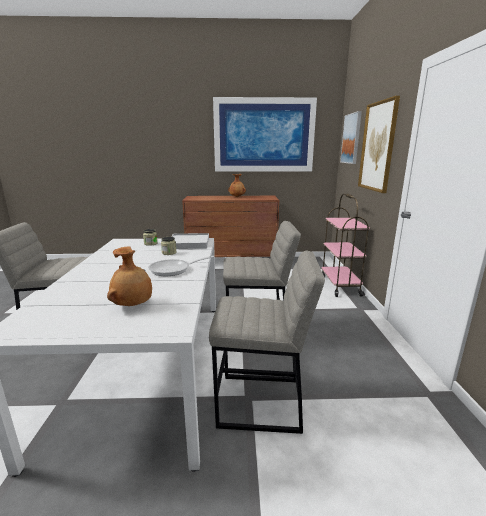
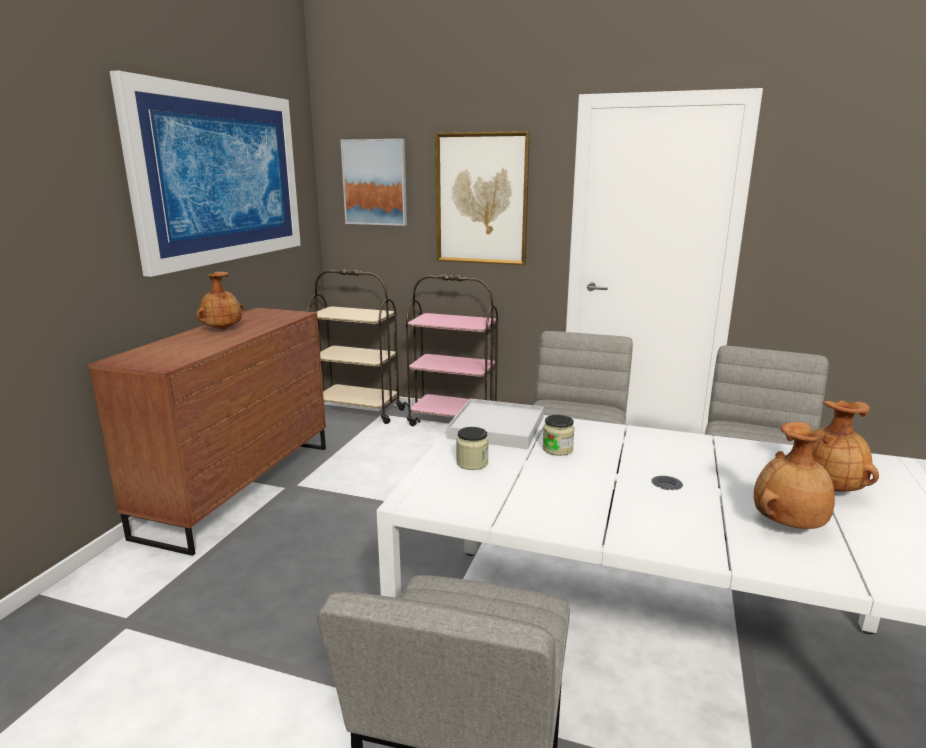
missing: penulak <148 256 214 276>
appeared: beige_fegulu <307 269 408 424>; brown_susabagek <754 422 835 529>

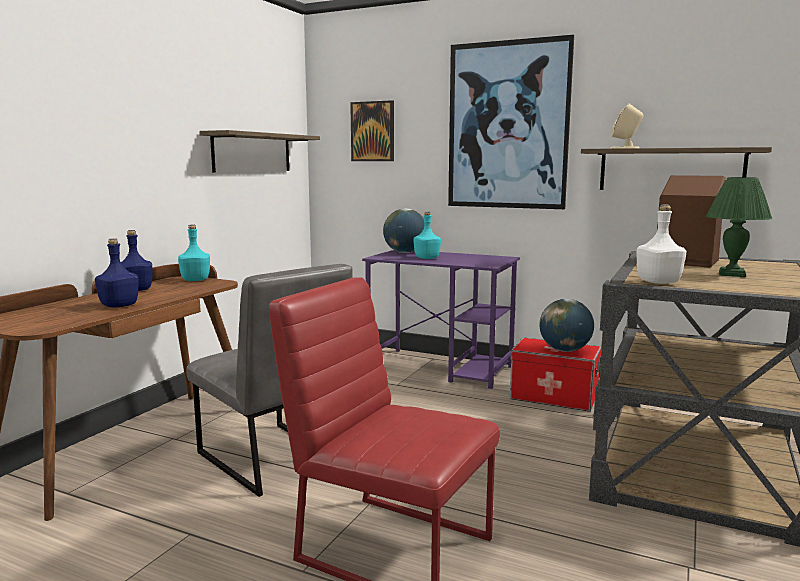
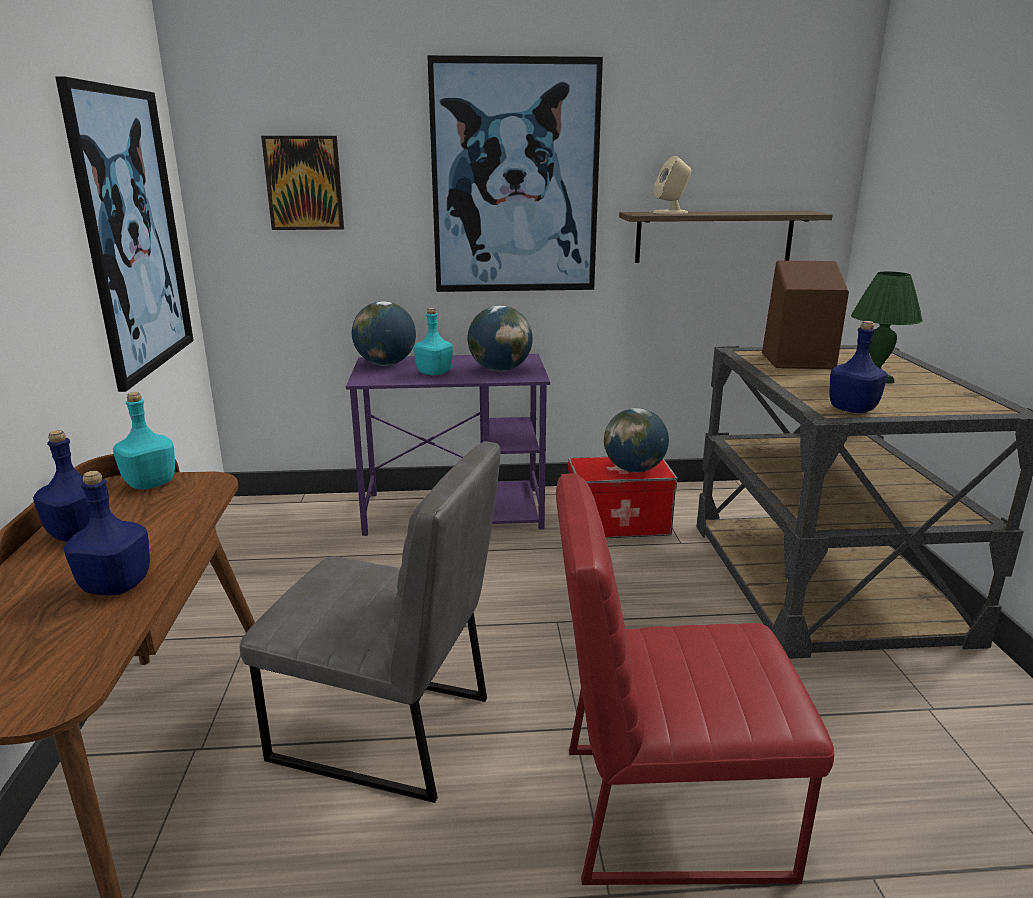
appeared: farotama <468 306 533 371>
exchanged: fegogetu <199 130 320 173> to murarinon <55 76 194 392>
colour: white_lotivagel <636 204 686 284> to blue_lotivagel <829 321 888 413>

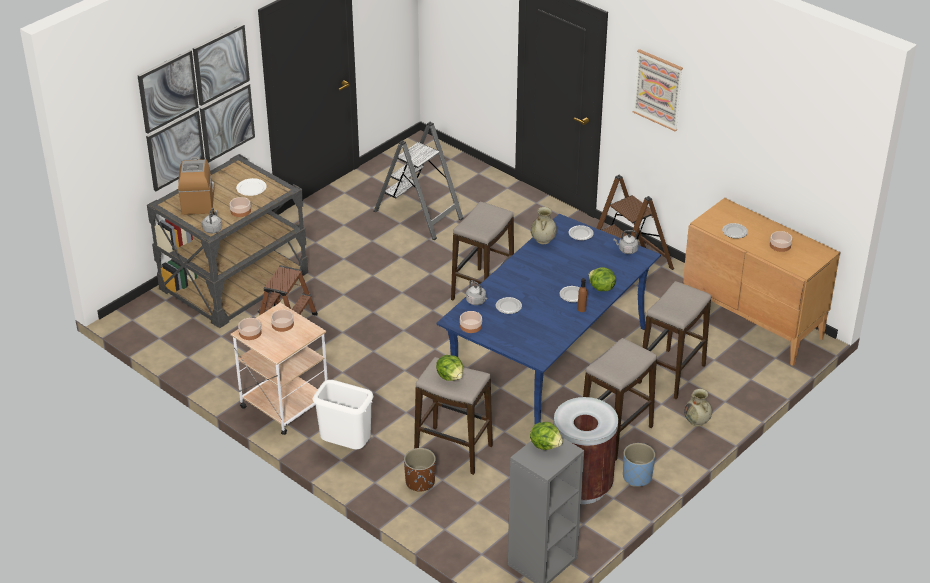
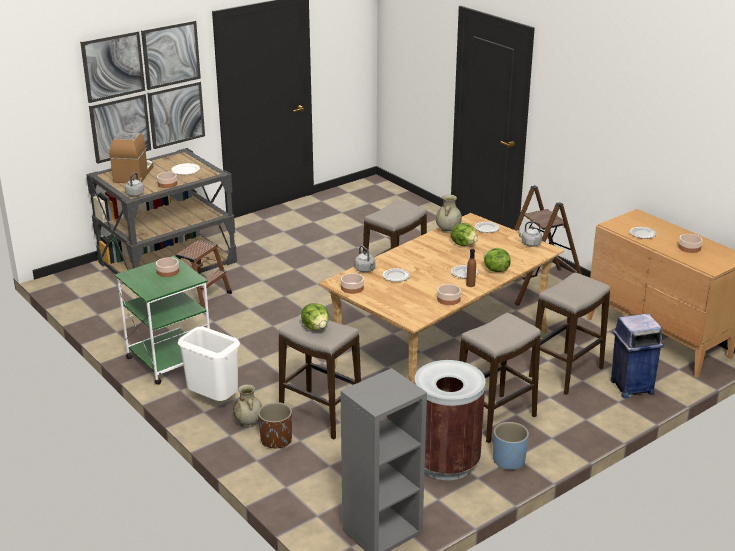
missing: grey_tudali <373 122 464 240>; murarinon <633 49 683 131>
appeared: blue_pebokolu <610 314 663 399>
relocated: beige_susabagek <684 389 712 426> to <233 384 262 427>; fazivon <238 318 261 340> to <437 284 461 305>; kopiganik <530 422 563 450> to <451 223 478 246>
colour: beige_fegulu <231 303 328 435> to green_fegulu <115 255 210 385>; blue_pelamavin <437 214 661 424> to beige_pelamavin <319 213 564 383>

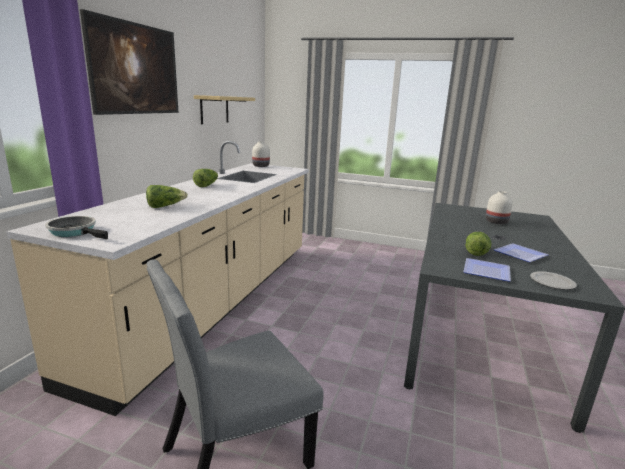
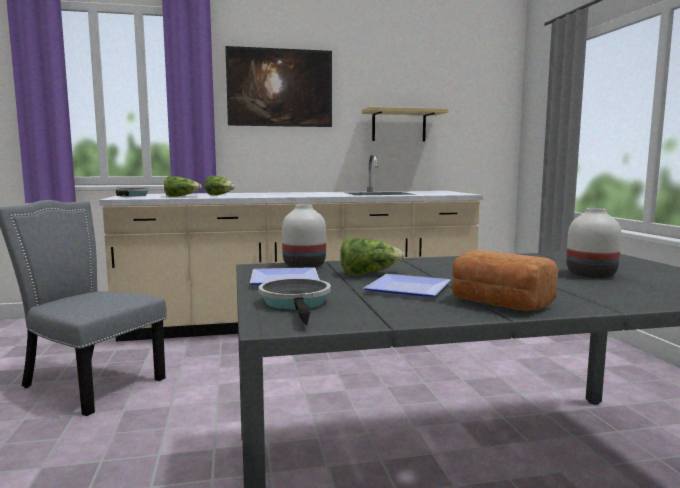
appeared: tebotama <452 250 558 311>
relocated: kopiganik <193 169 218 187> to <164 176 202 197>; white_susabagek <252 141 270 167> to <282 205 326 268>
exchanged: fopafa <530 271 577 290> to penulak <258 278 331 325>

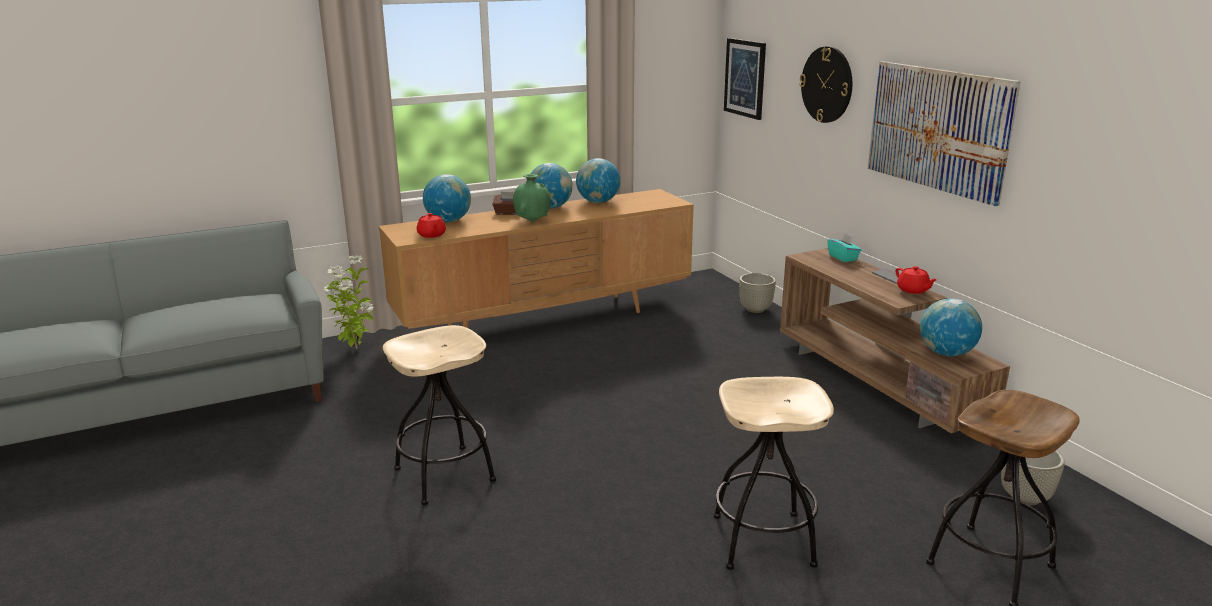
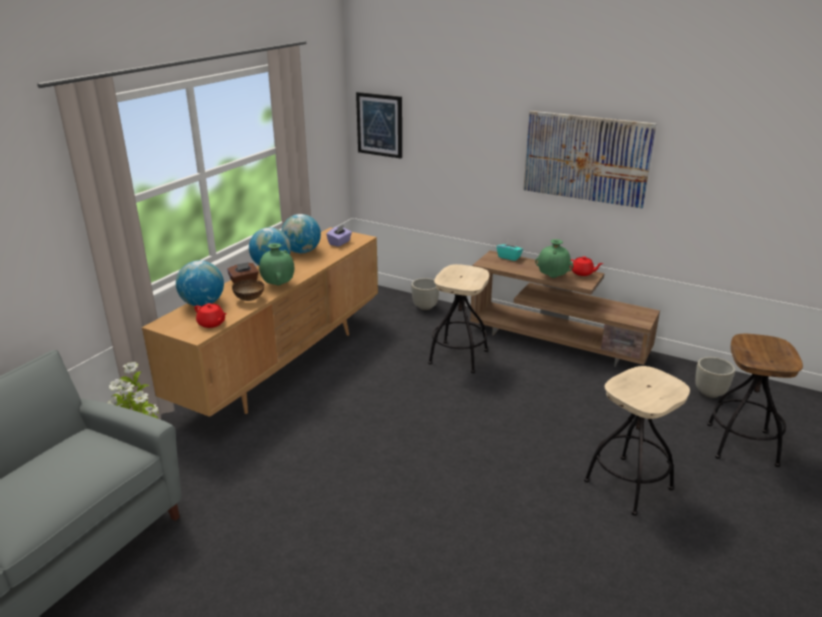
missing: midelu <799 46 852 123>; farotama <920 298 982 356>
appeared: fazivon <232 280 264 301>; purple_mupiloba <326 225 352 247>; green_susabagek <535 239 573 278>
relocated: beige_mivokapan <383 325 496 506> to <428 264 489 374>

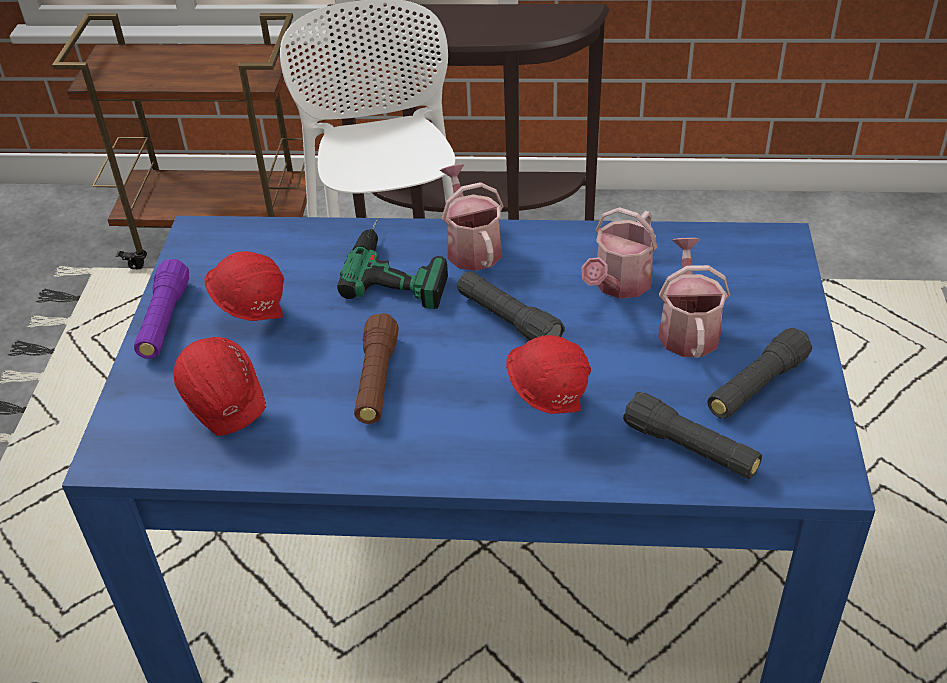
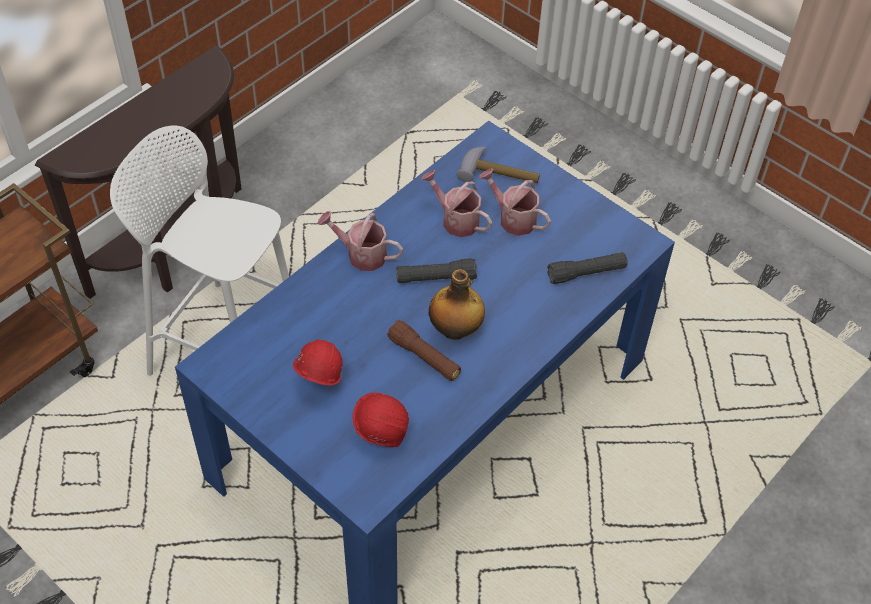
missing: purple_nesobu <134 259 189 359>; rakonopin <337 218 448 309>; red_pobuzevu <506 335 591 414>; black_nesobu <707 328 812 419>
appeared: lotivagel <428 269 485 340>; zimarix <457 147 540 183>
spun: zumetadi <581 207 657 299> = <421 170 492 237> 150 degrees clockwise

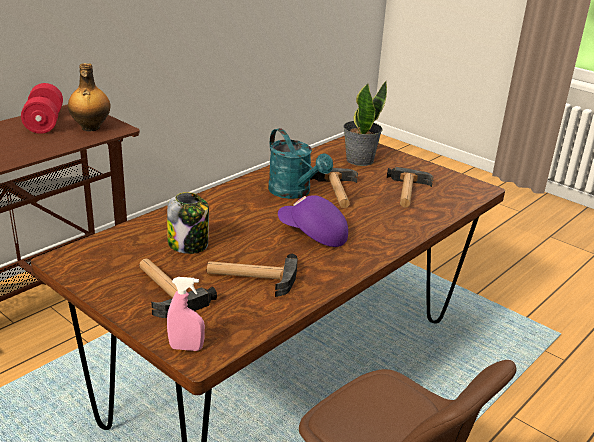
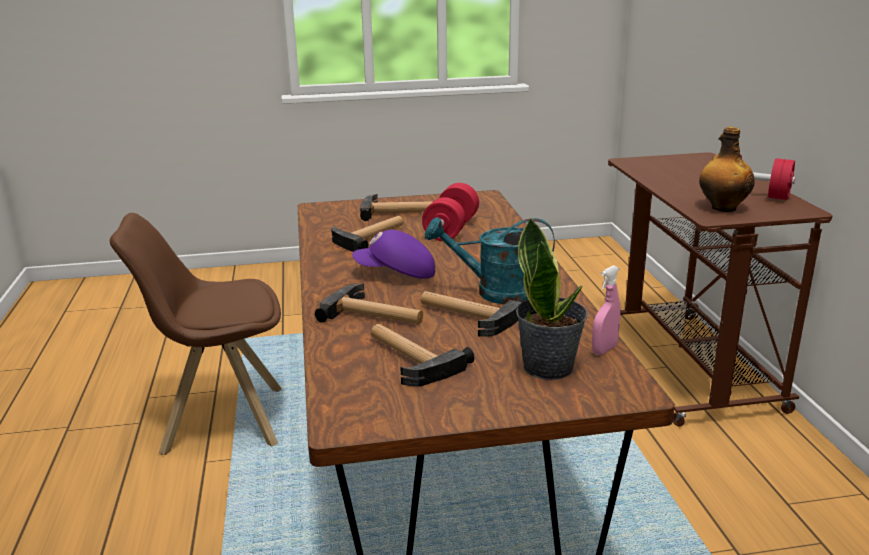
appeared: zimarix <315 284 423 324>
relocated: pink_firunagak <167 277 205 351> to <592 265 621 355>
exchanged: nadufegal <167 192 209 254> to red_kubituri <422 183 479 241>
spun: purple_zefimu <278 195 348 247> = <352 230 435 279> 150 degrees counterclockwise

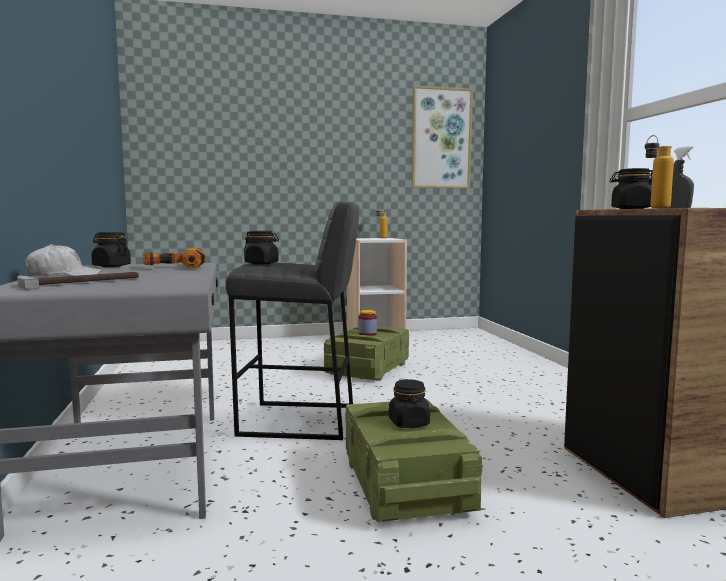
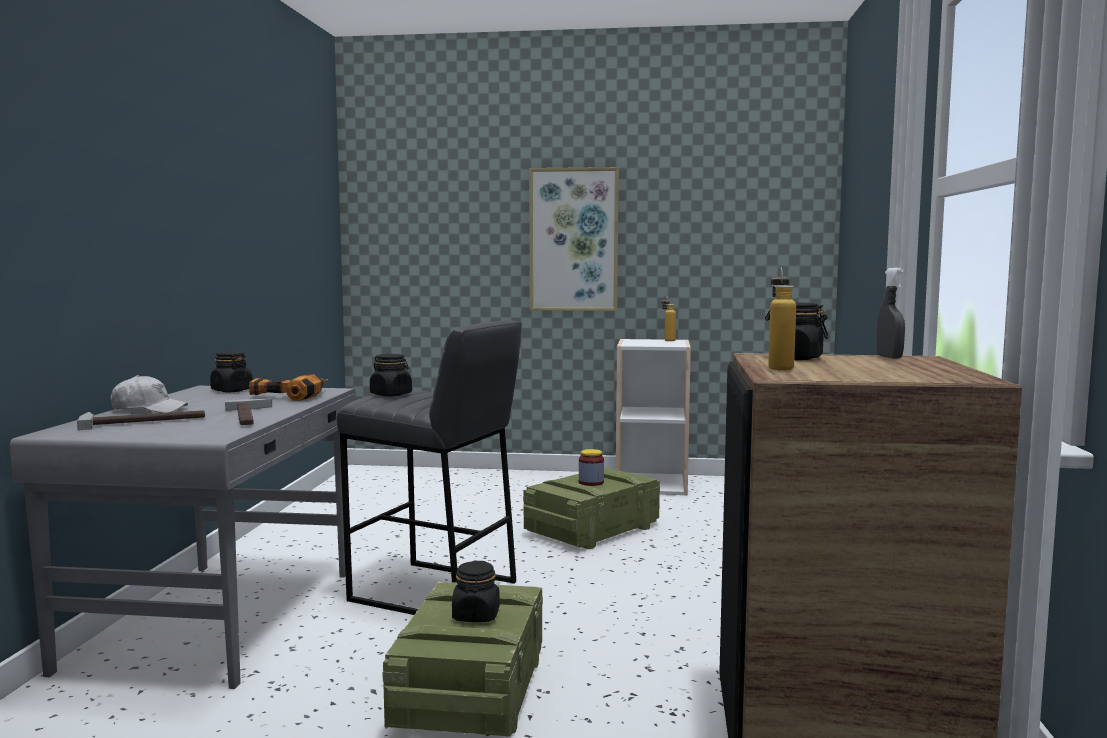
appeared: zimarix <225 399 272 425>
relocated: murarinon <412 86 473 188> to <529 167 619 311>

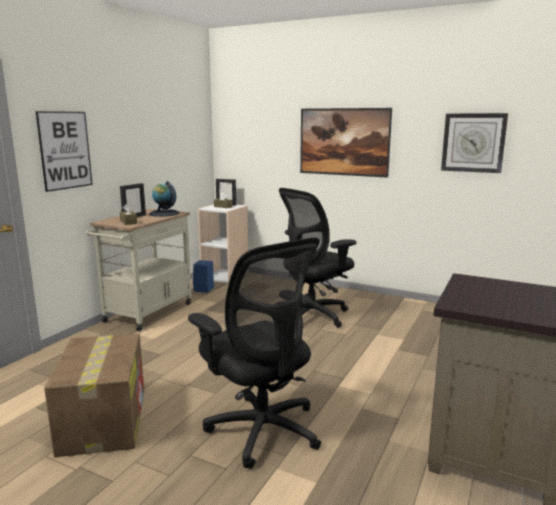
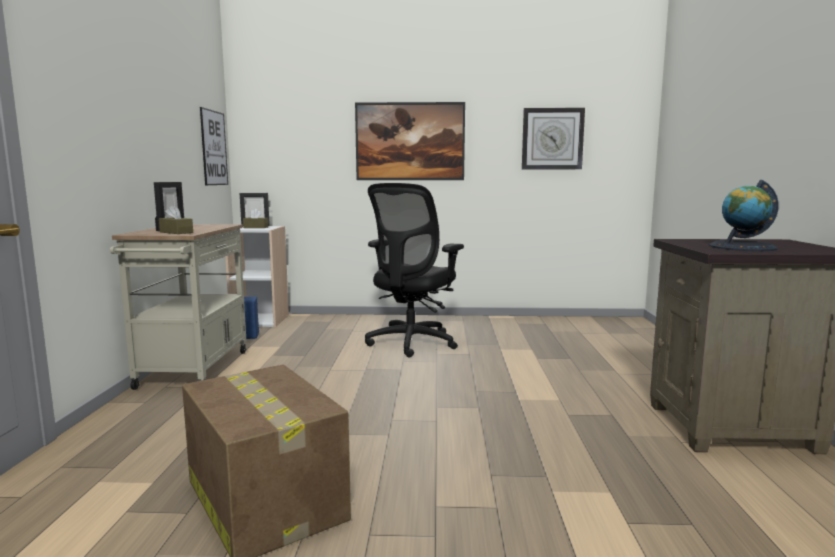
missing: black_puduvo <188 237 321 469>
relocated: murarinon <36 111 93 192> to <200 107 228 185>; farotama <149 181 179 217> to <709 180 779 251>

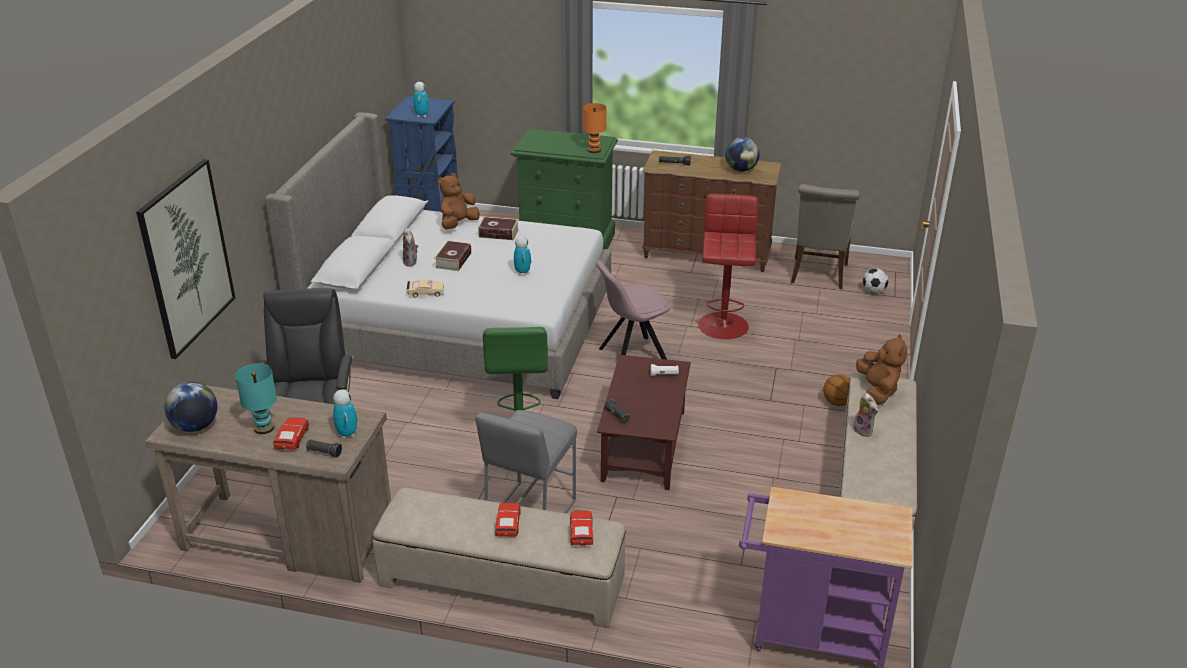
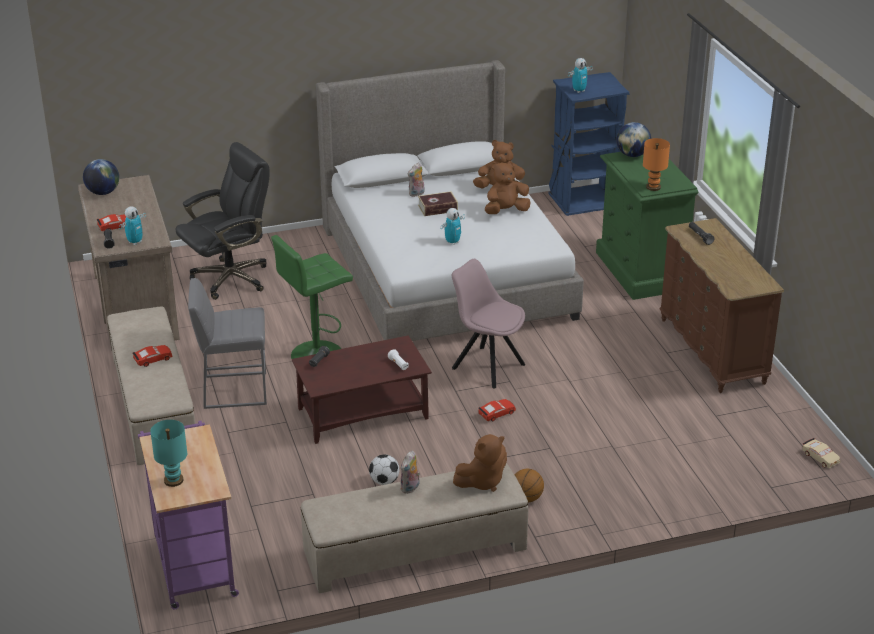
missing: murarinon <136 159 235 359>; red_mivokapan <698 194 759 339>; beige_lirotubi <791 184 860 289>
relocated: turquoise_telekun <235 363 277 434> to <150 420 187 487>; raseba <863 268 889 294> to <369 455 400 485>; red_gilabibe <570 510 593 545> to <478 399 516 421>; farotama <725 137 760 172> to <616 122 651 157>; beige_gilabibe <407 279 444 298> to <802 438 840 468>
exchanged: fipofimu <478 217 519 240> to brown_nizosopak <485 161 531 214>

